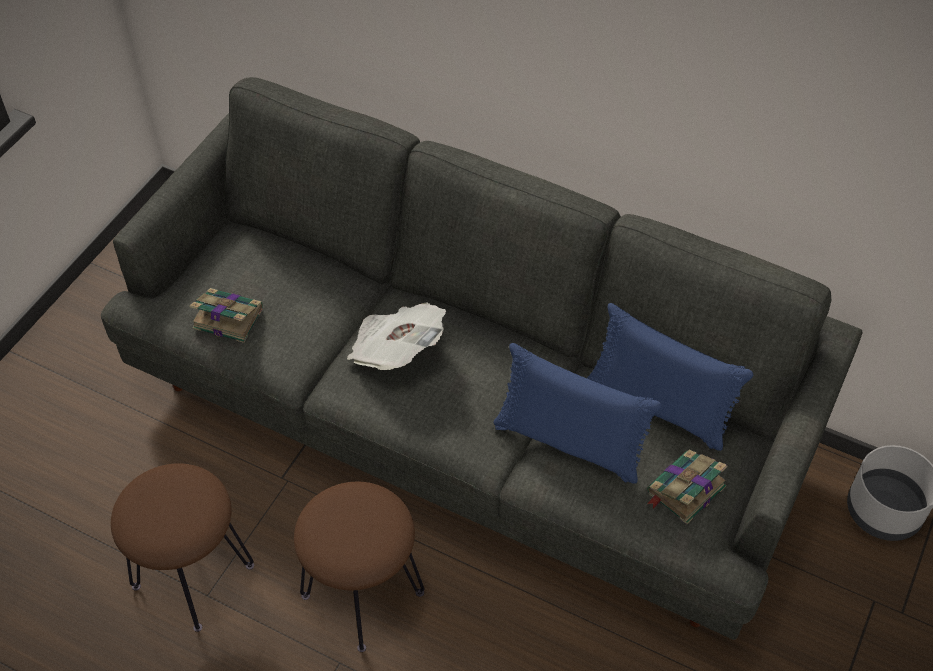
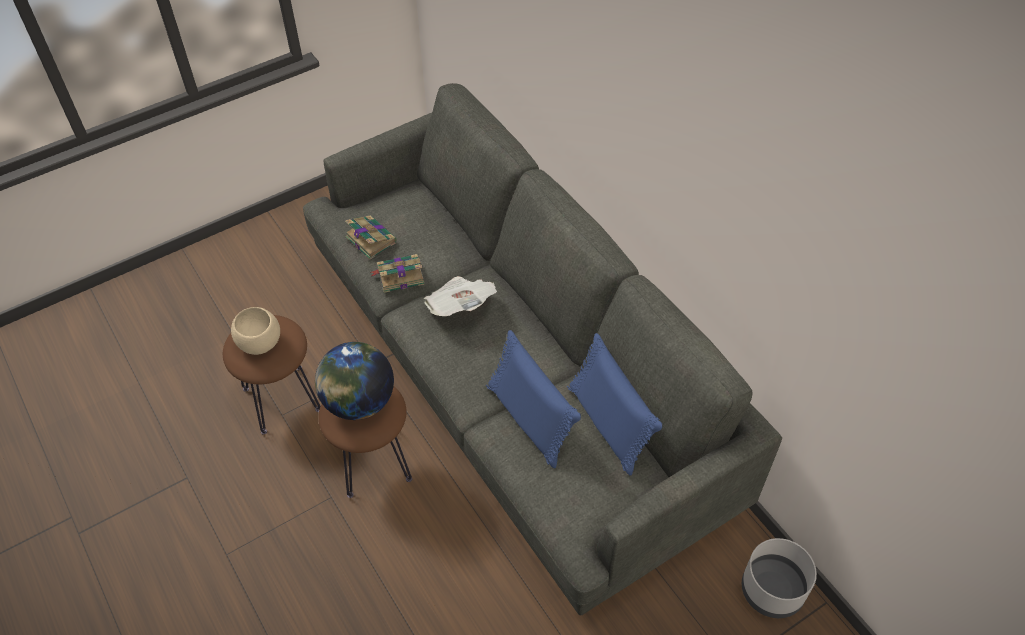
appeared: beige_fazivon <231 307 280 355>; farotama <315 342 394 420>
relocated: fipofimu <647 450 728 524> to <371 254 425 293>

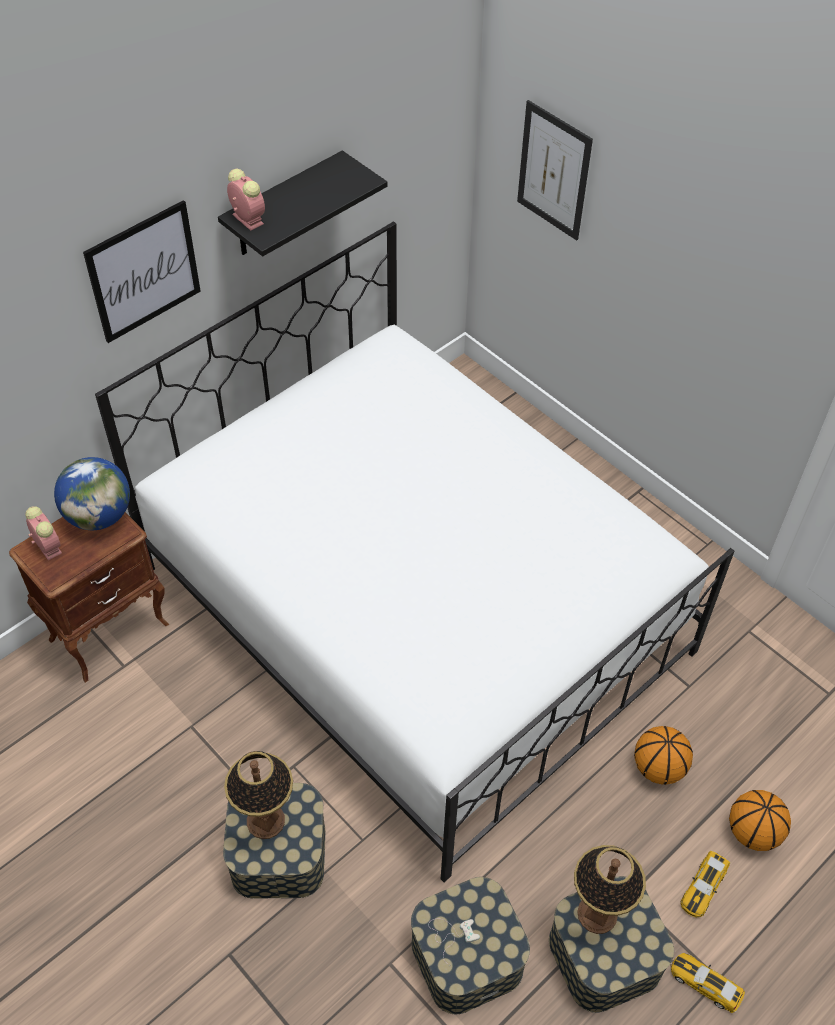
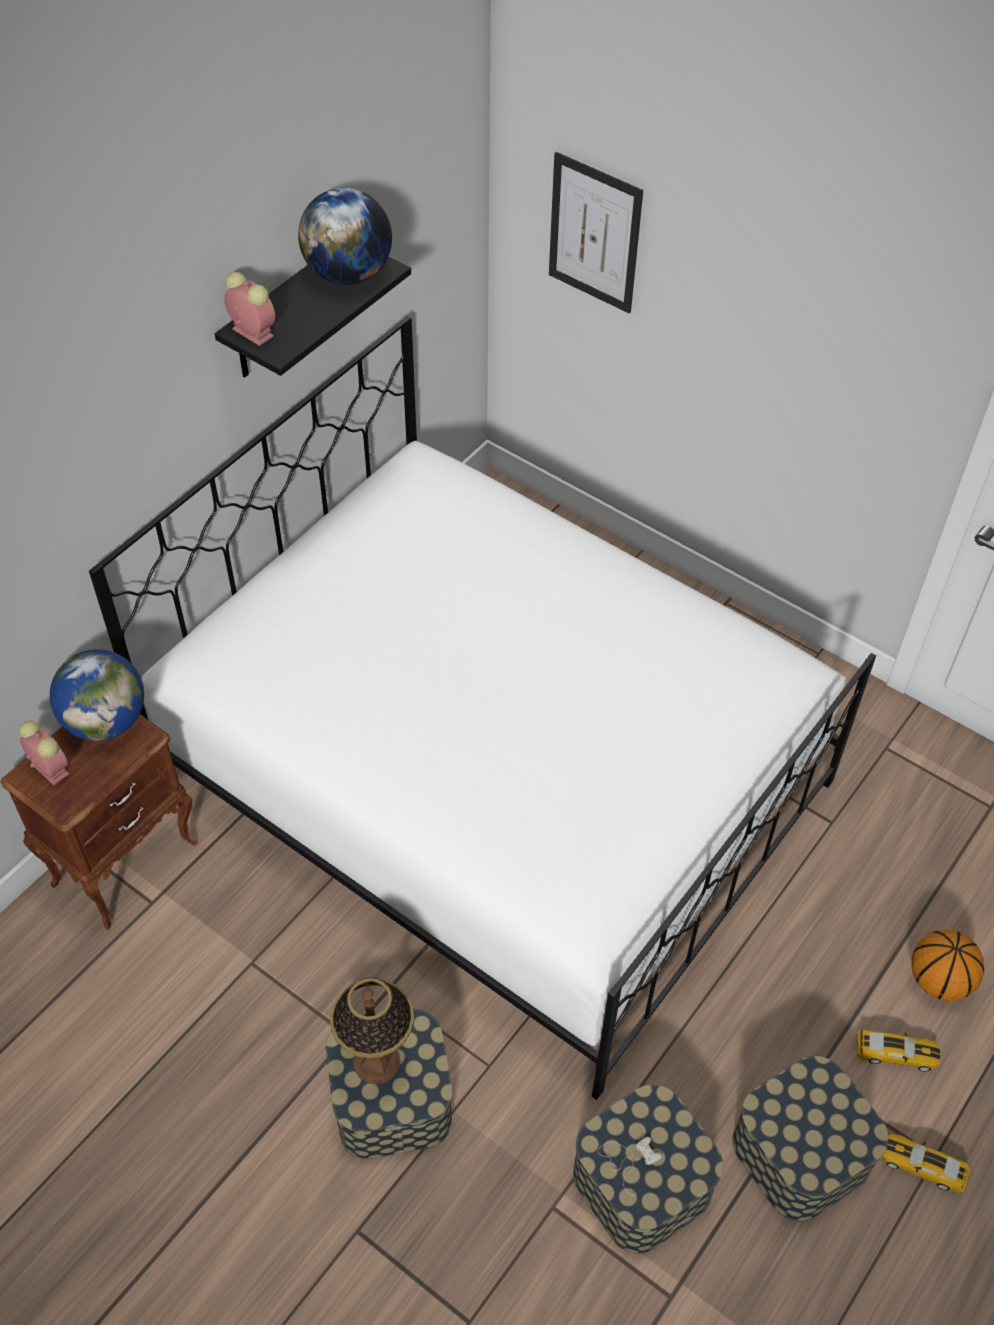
missing: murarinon <83 200 201 343>; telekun <574 845 646 934>; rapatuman <634 726 693 785>
appeared: farotama <298 188 392 285>
spun: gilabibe <680 851 730 917> = <856 1029 940 1072> 105 degrees counterclockwise

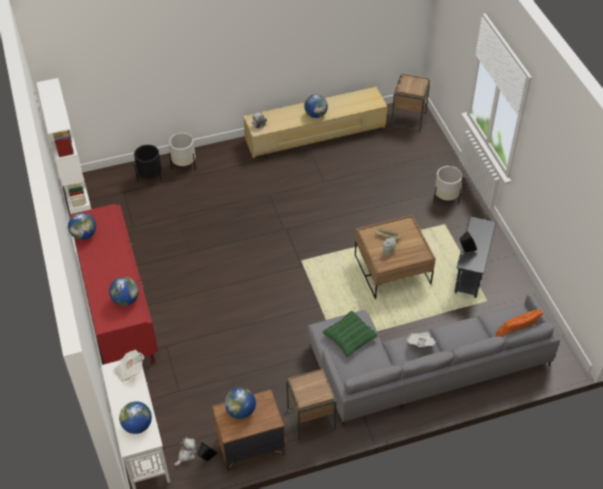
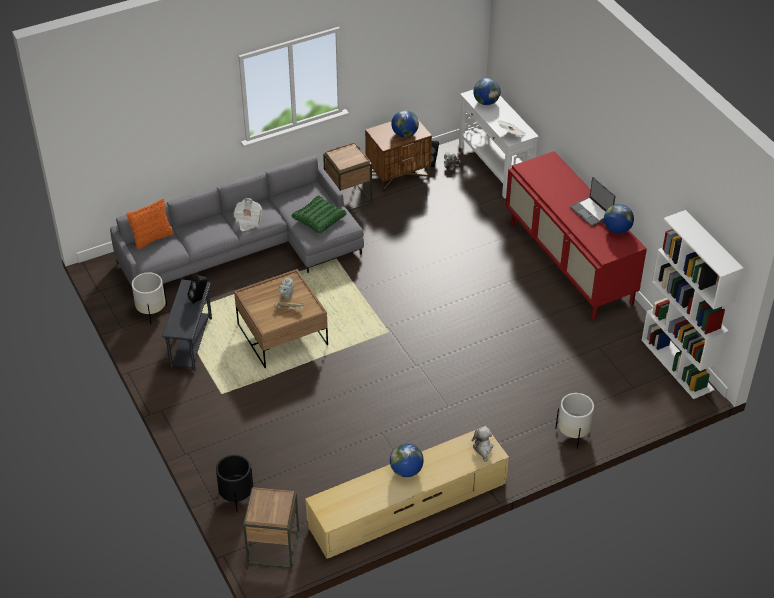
missing: farotama <109 277 139 306>
appeared: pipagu <570 177 616 227>
relocated: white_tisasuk <433 166 462 204> to <132 272 167 325>; black_tisasuk <134 145 162 183> to <216 455 253 512>

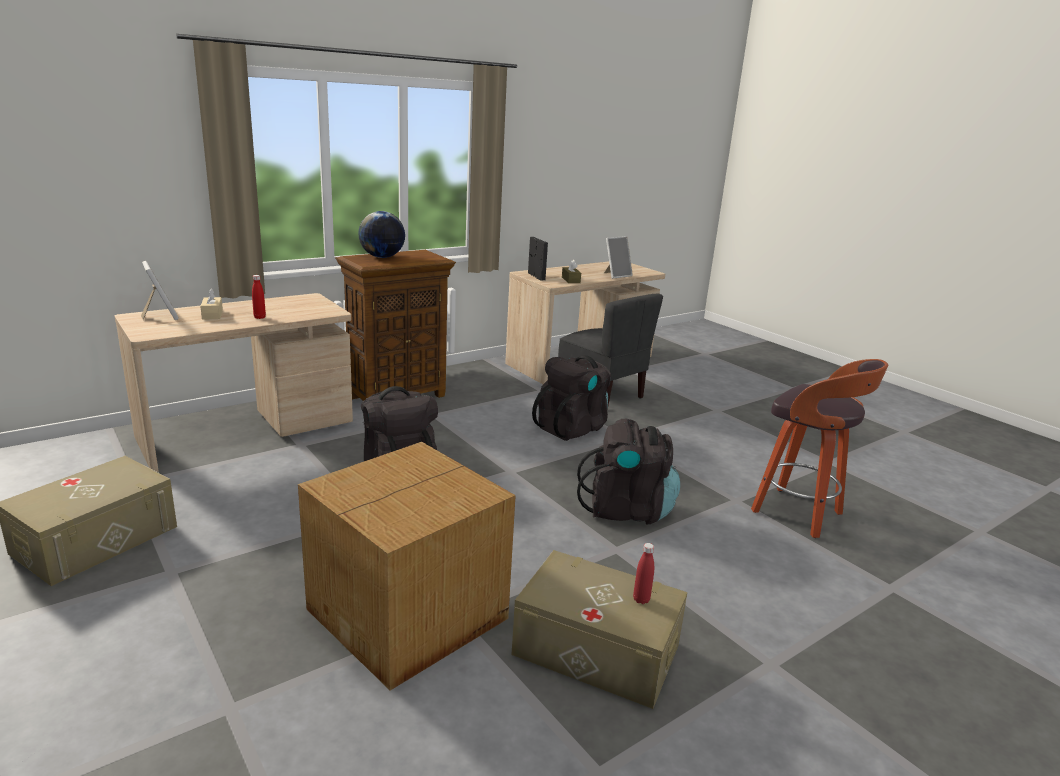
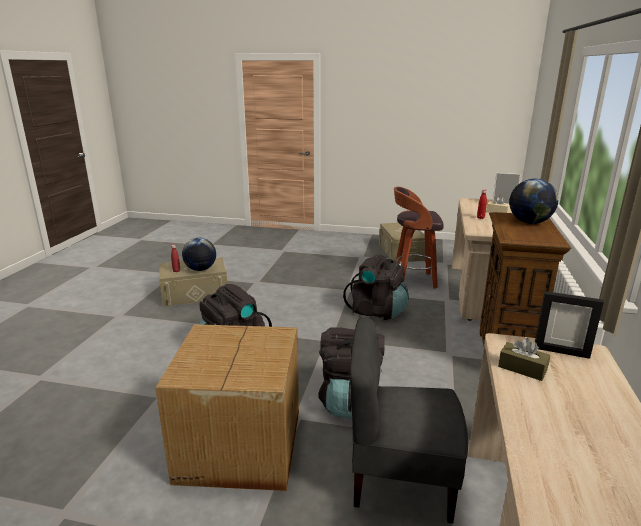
missing: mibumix <604 236 633 279>
appeared: farotama <182 238 216 271>
relocated: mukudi <298 442 516 690> to <155 324 299 491>; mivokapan <751 359 888 538> to <394 186 443 289>

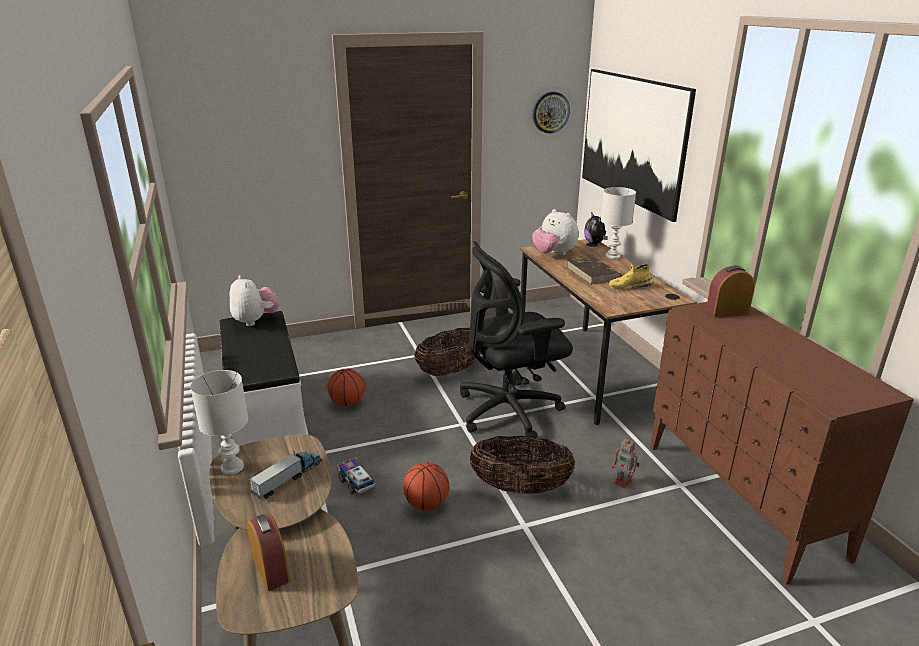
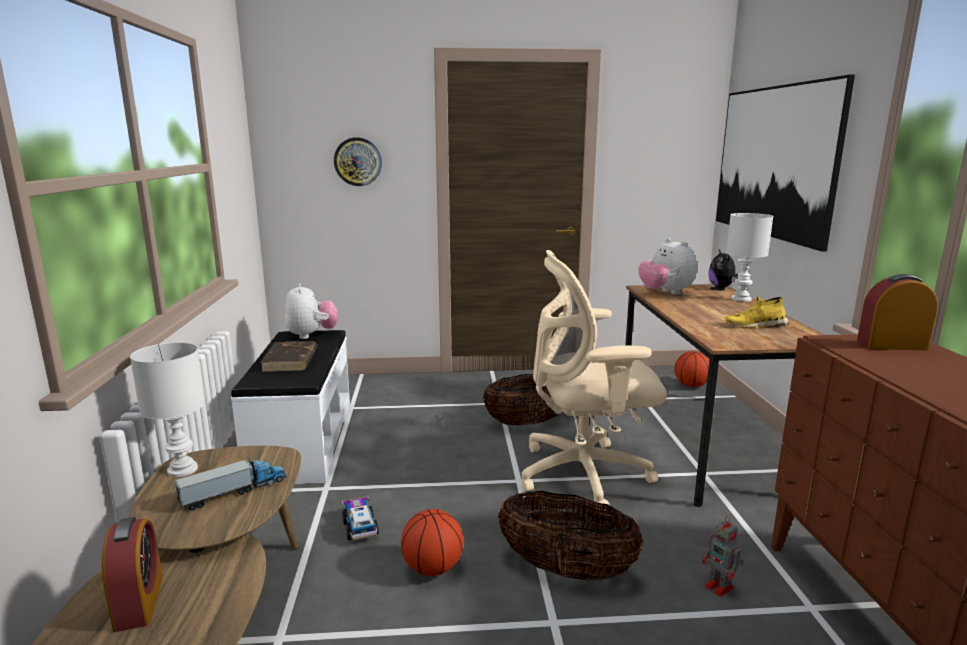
relocated: brown_fipofimu <567 257 622 285> to <260 341 317 372>; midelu <532 92 570 133> to <334 137 382 186>; rapatuman <327 369 365 406> to <674 351 709 387>
colour: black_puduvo <460 241 573 441> to beige_puduvo <521 250 667 510>

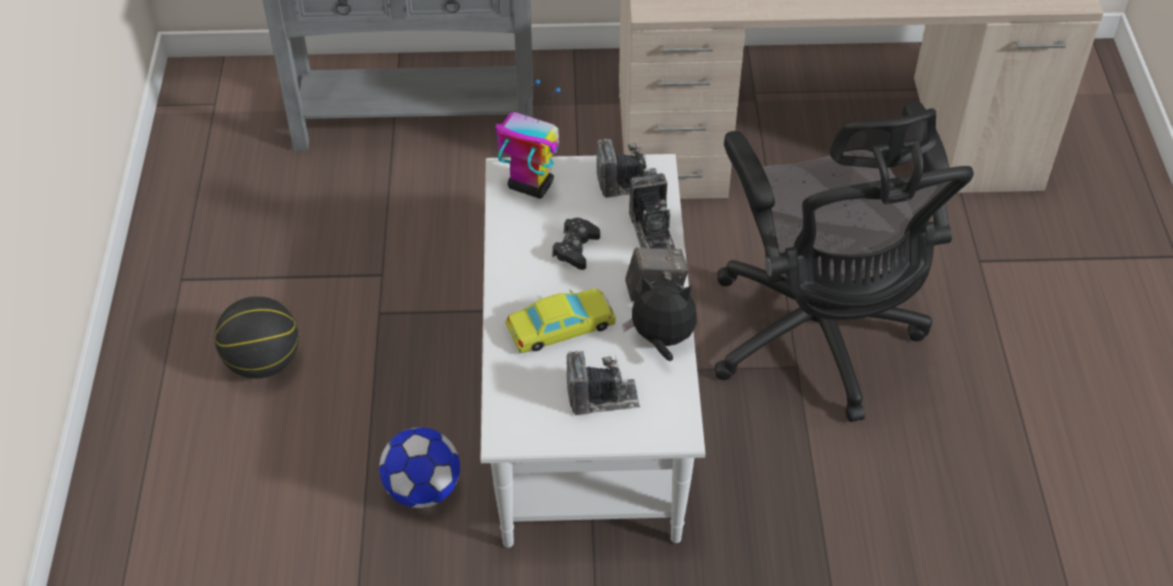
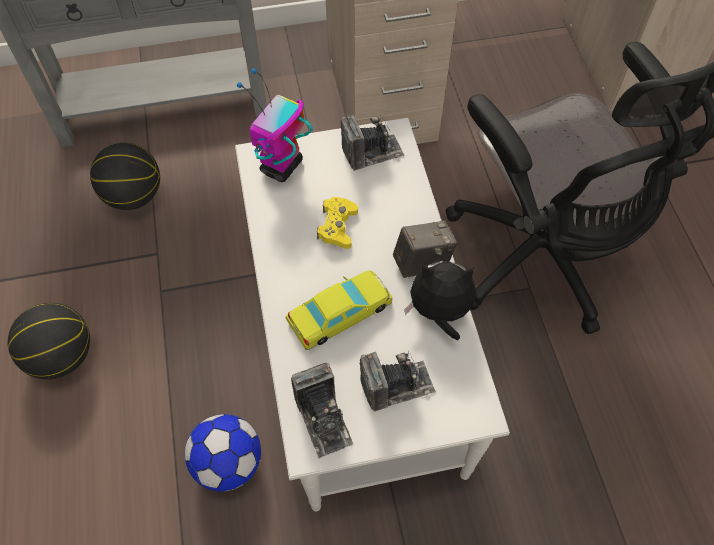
appeared: rapatuman <90 143 160 210>
relocated: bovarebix <629 173 675 249> to <291 363 353 459>
colour: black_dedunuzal <552 218 600 270> to yellow_dedunuzal <317 197 358 249>
spun: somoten <495 80 561 198> = <237 68 313 182> 75 degrees counterclockwise

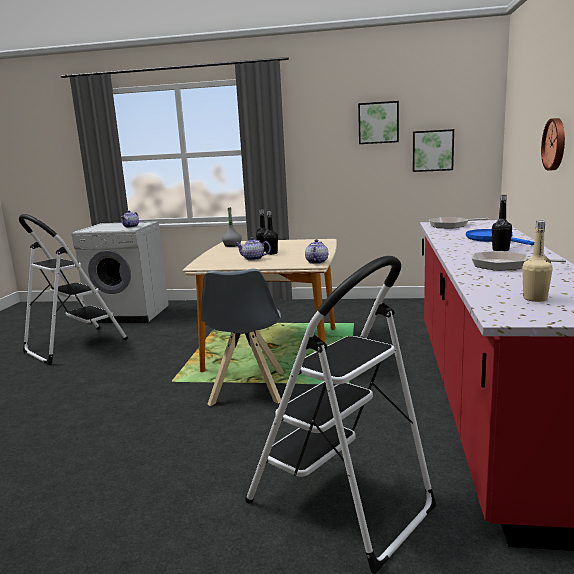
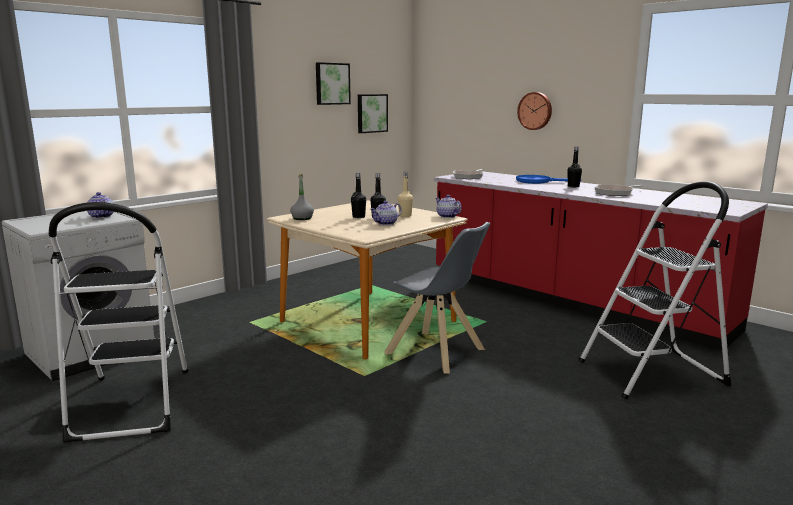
relocated: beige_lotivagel <522 221 553 302> to <398 172 413 217>

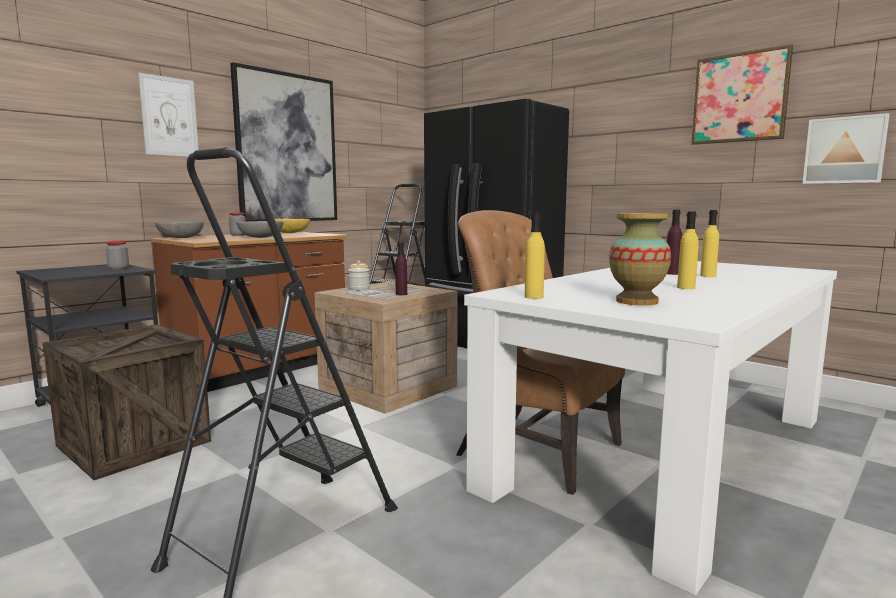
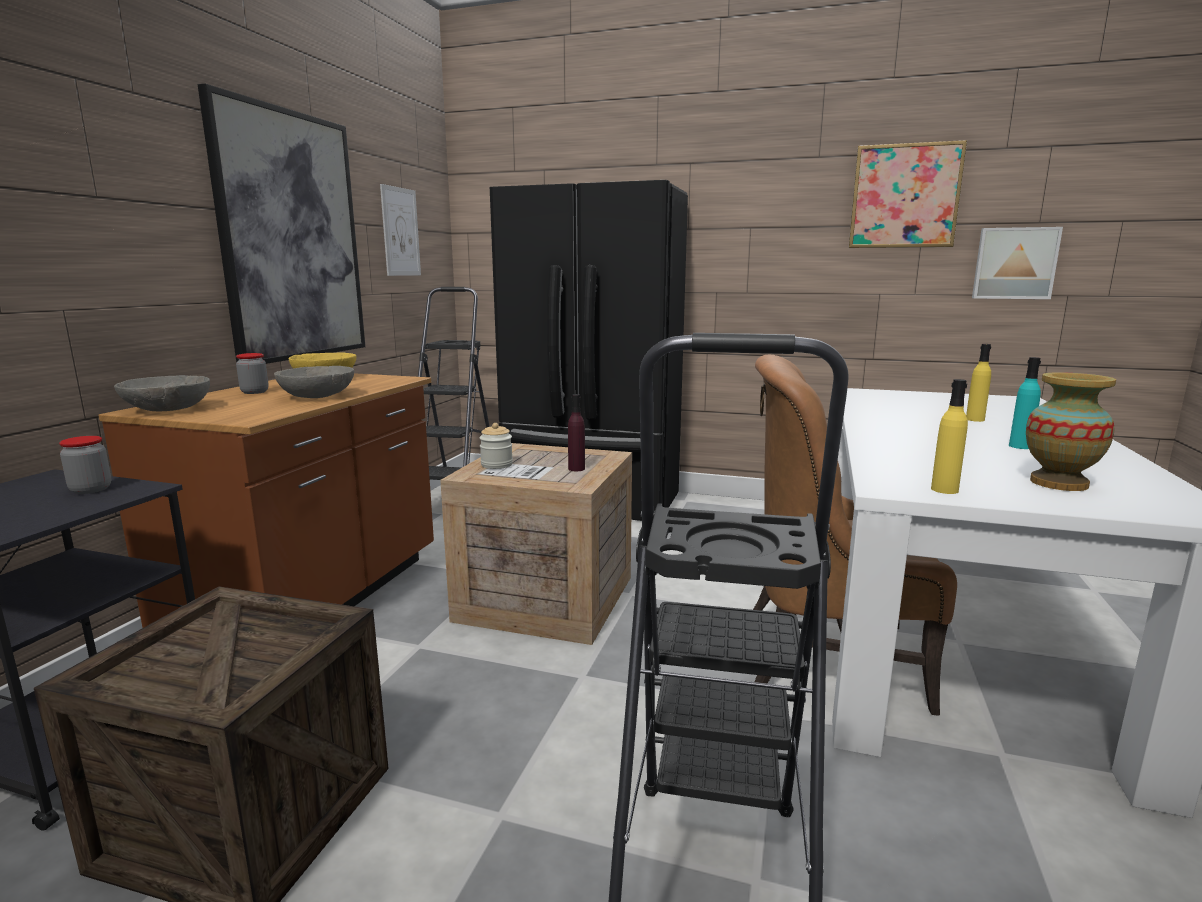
missing: purple_lotivagel <667 210 682 275>
relocated: murarinon <138 73 199 157> to <380 184 421 276>
colour: yellow_lotivagel <677 212 699 289> to turquoise_lotivagel <1009 357 1041 449>

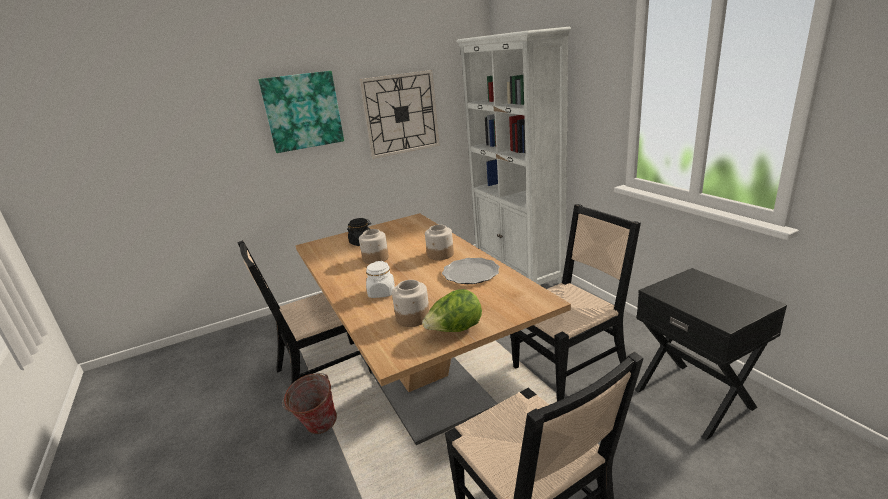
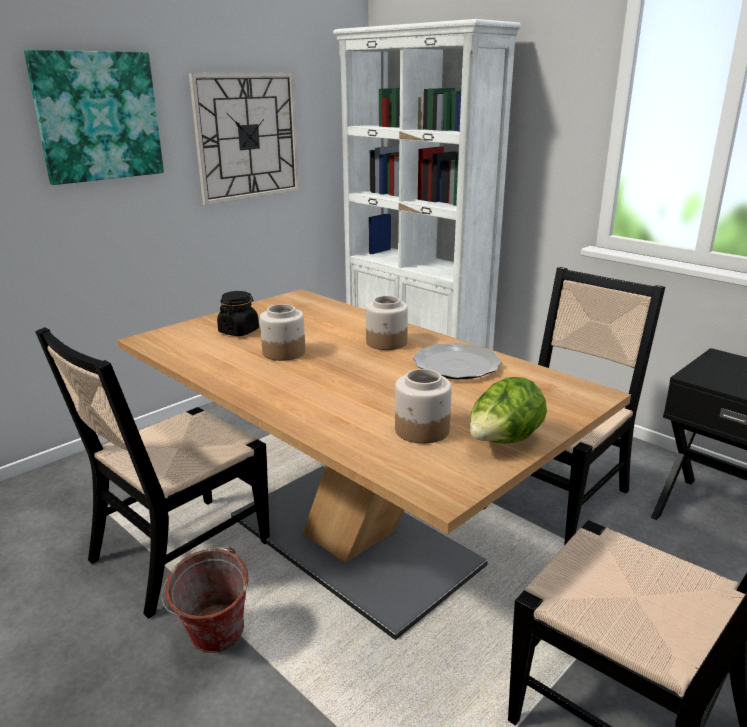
missing: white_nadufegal <366 261 395 298>

